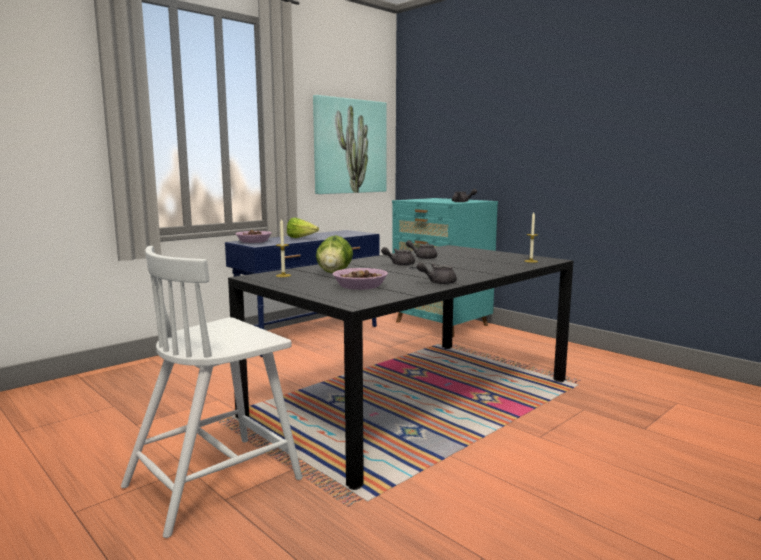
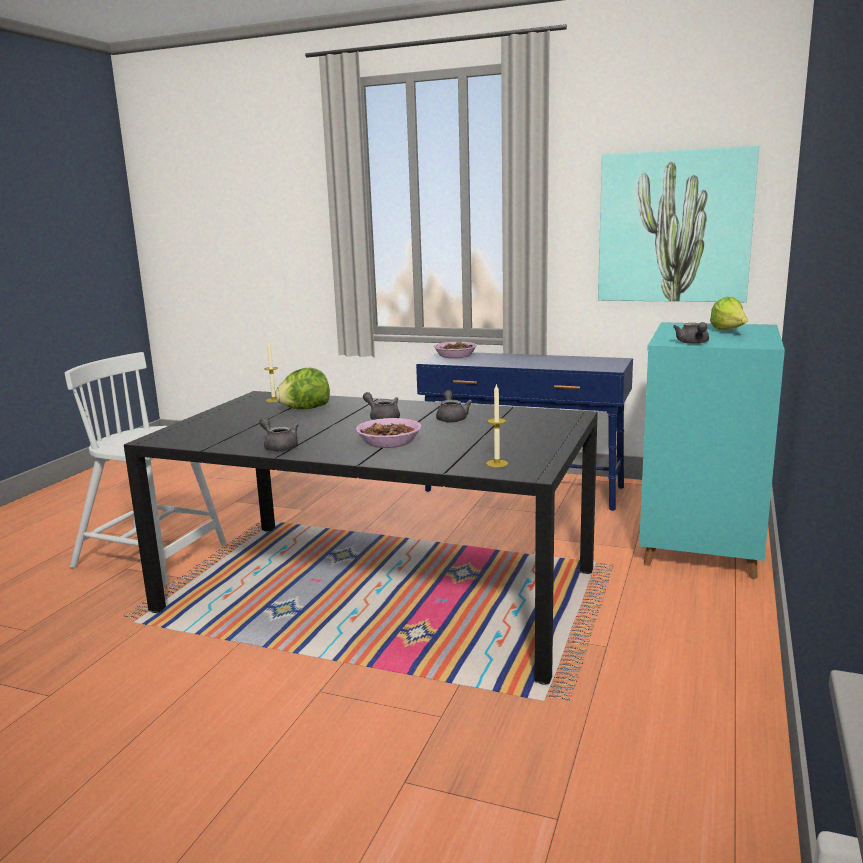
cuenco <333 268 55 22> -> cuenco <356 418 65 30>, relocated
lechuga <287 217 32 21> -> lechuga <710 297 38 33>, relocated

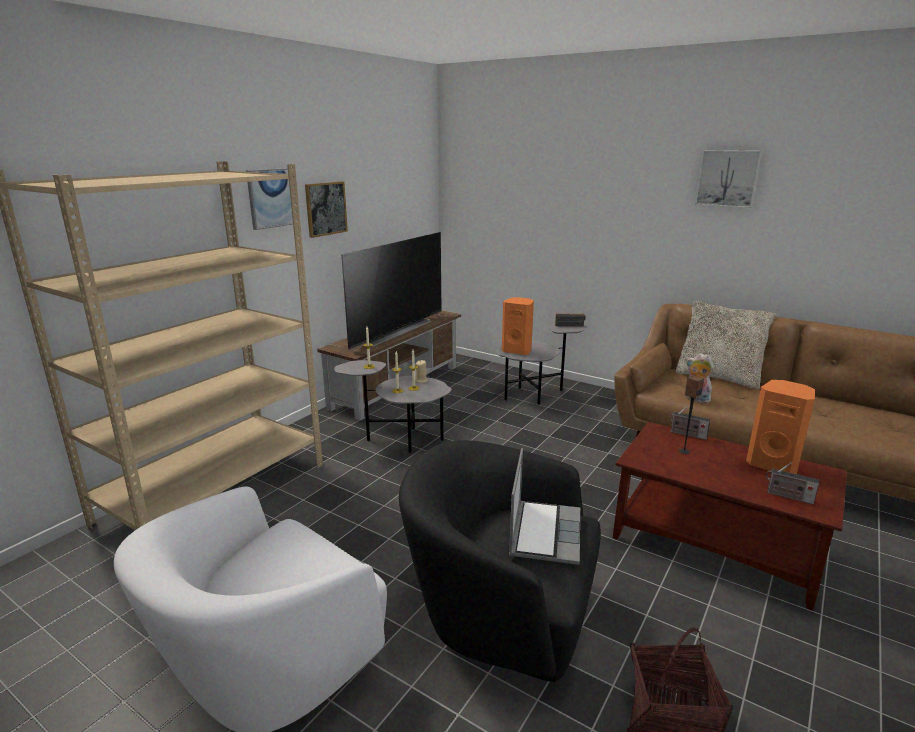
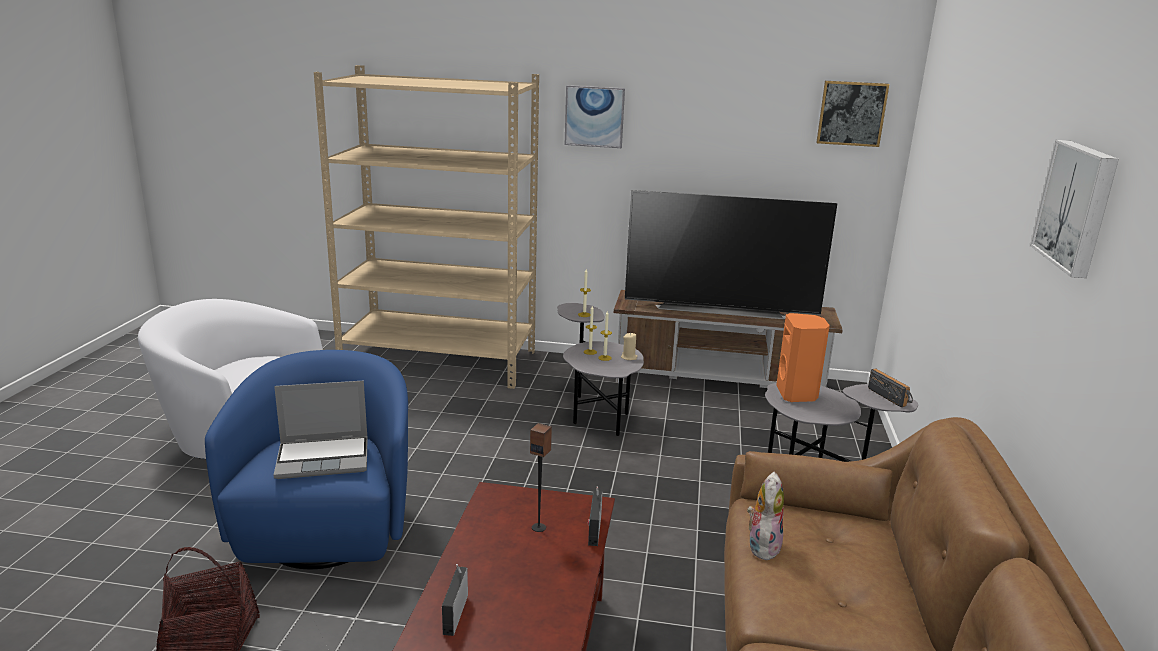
sillón (negro) <399 440 202 242> -> sillón (azul) <205 350 203 219>
cuadro <305 181 43 57> -> cuadro <816 81 73 66>, relocated
cojín (beis) <676 301 100 88> -> none
altavoz (naranja) <746 380 69 94> -> none

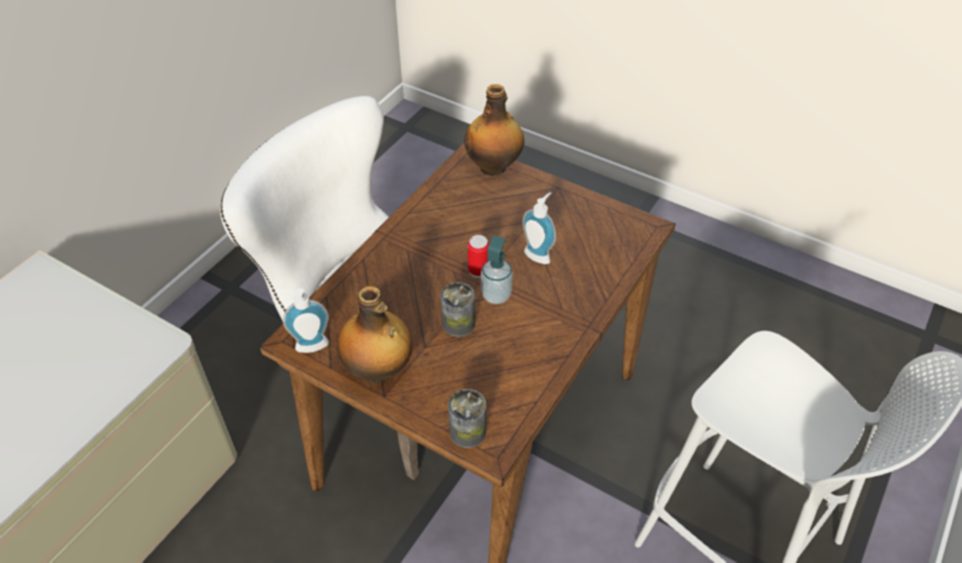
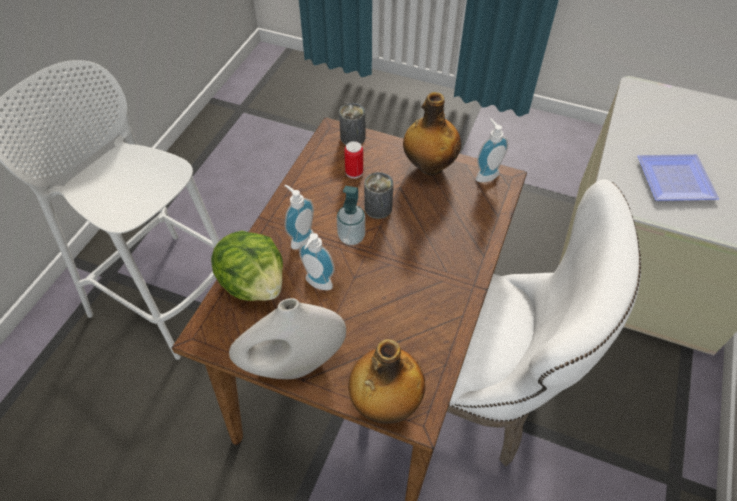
none -> lechuga <211 231 72 70>
none -> florero (blanco) <229 298 117 81>
none -> dispensador de jabón <284 185 30 65>
lata <468 235 21 43> -> lata <344 141 19 38>, relocated
none -> plato <638 154 81 47>

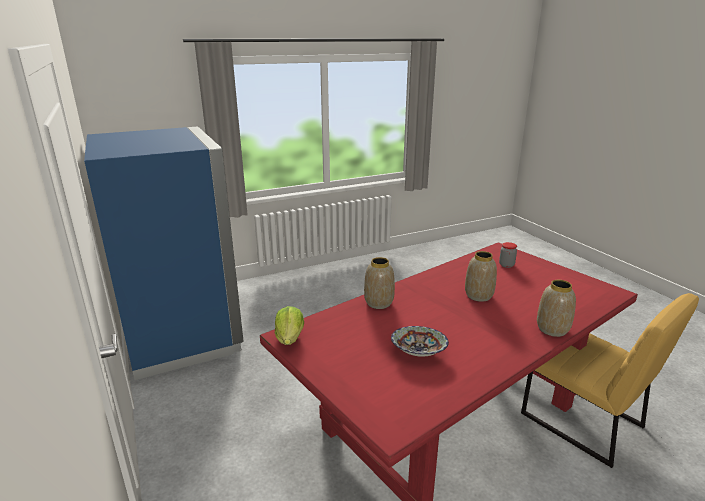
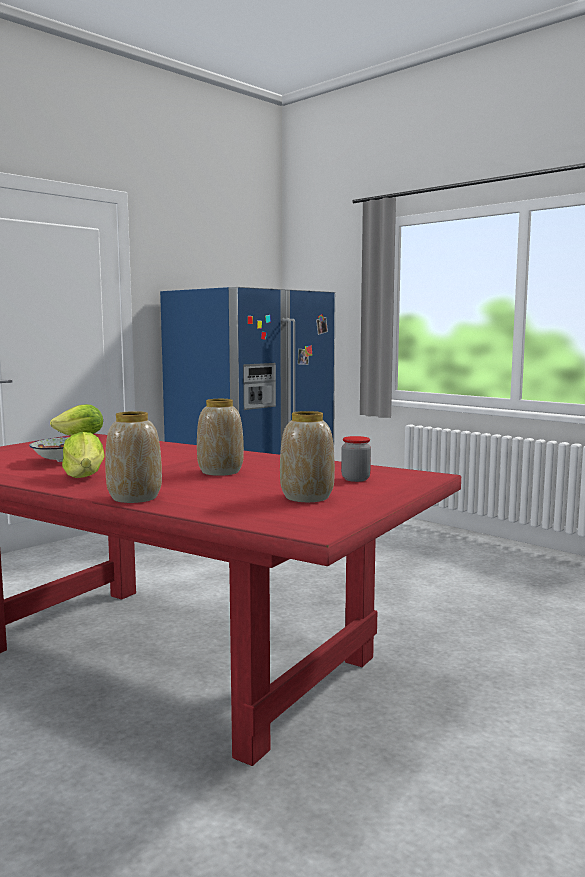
none -> lechuga <62 432 43 46>
florero <364 257 31 52> -> florero <280 411 55 91>, relocated
silla (amarillo) <521 293 178 175> -> none

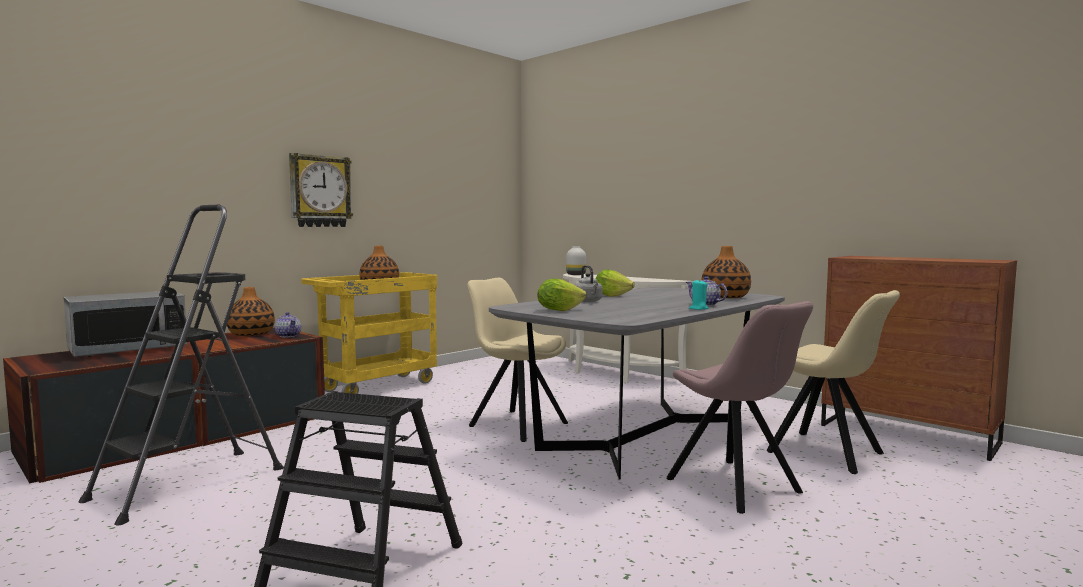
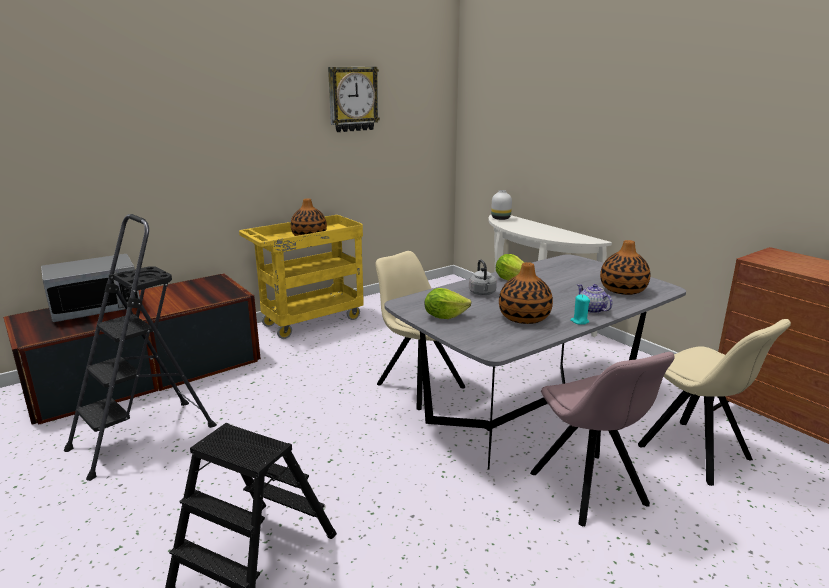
reloj de pared <289 153 64 74> -> reloj de pared <328 67 52 65>, relocated
florero <227 287 48 49> -> florero <499 262 54 62>, relocated
tetera <275 312 26 25> -> none

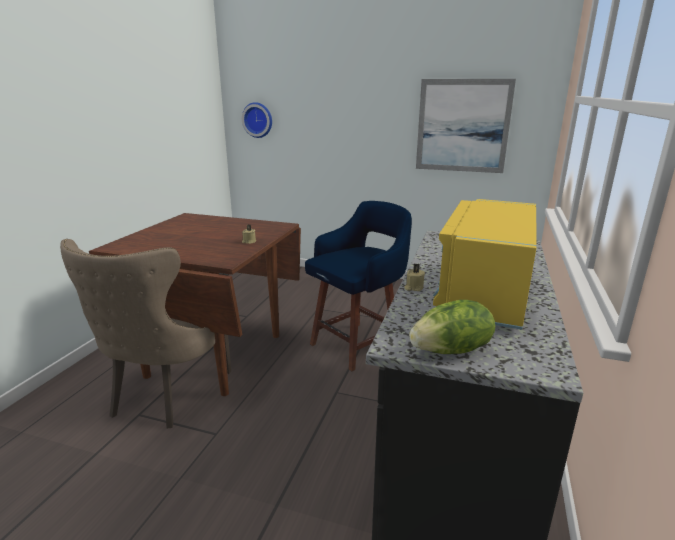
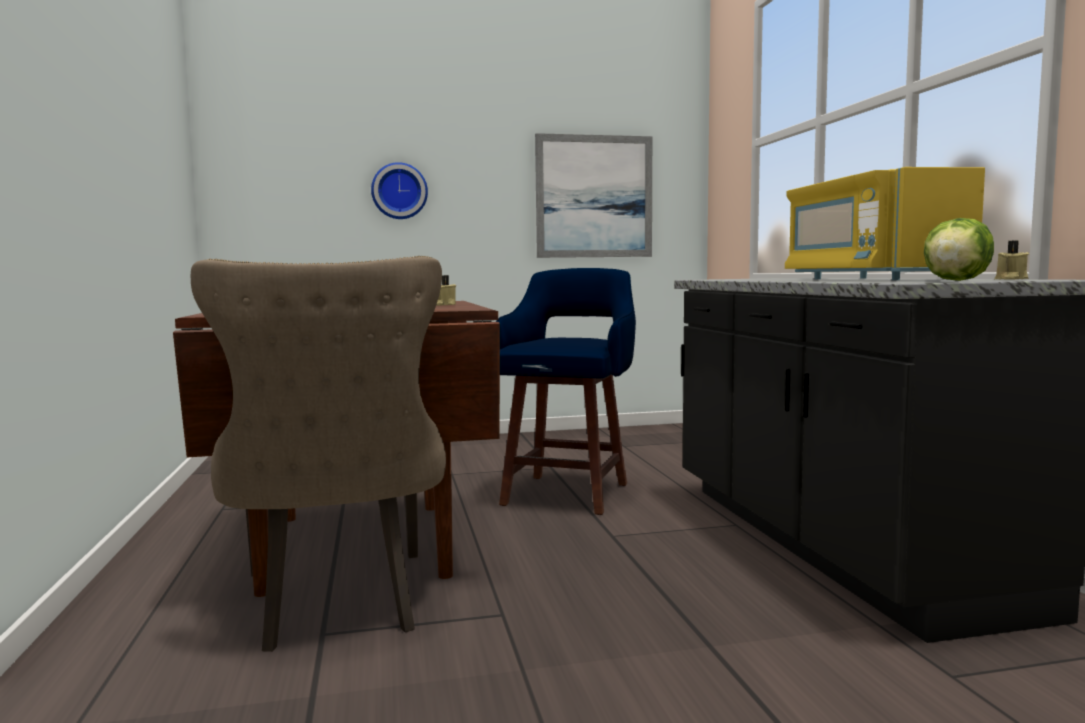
reloj de pared <242 102 30 36> -> reloj de pared <371 162 57 57>, relocated
vela (beis) <404 264 21 27> -> vela (beis) <994 240 35 40>, relocated

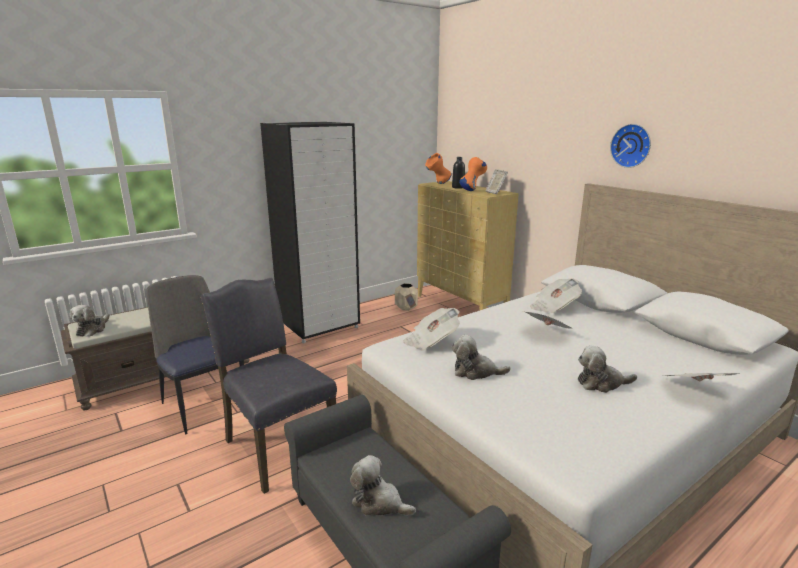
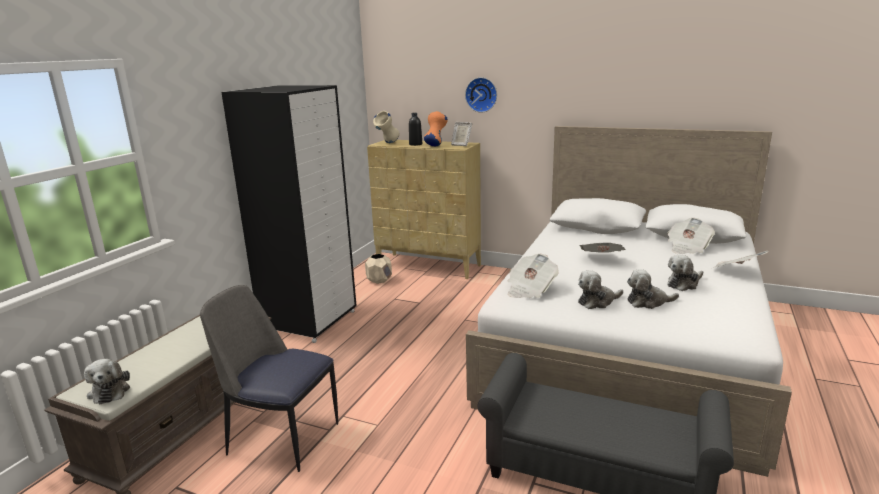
florero (naranja) <425 153 26 31> -> florero (beis) <373 111 27 32>
reloj de pared <610 124 41 44> -> reloj de pared <465 77 32 36>, relocated
peluche <350 455 66 61> -> peluche <627 269 52 40>, relocated
periódico <530 278 52 35> -> periódico <667 218 48 36>, relocated
silla (gris) <201 278 136 216> -> none

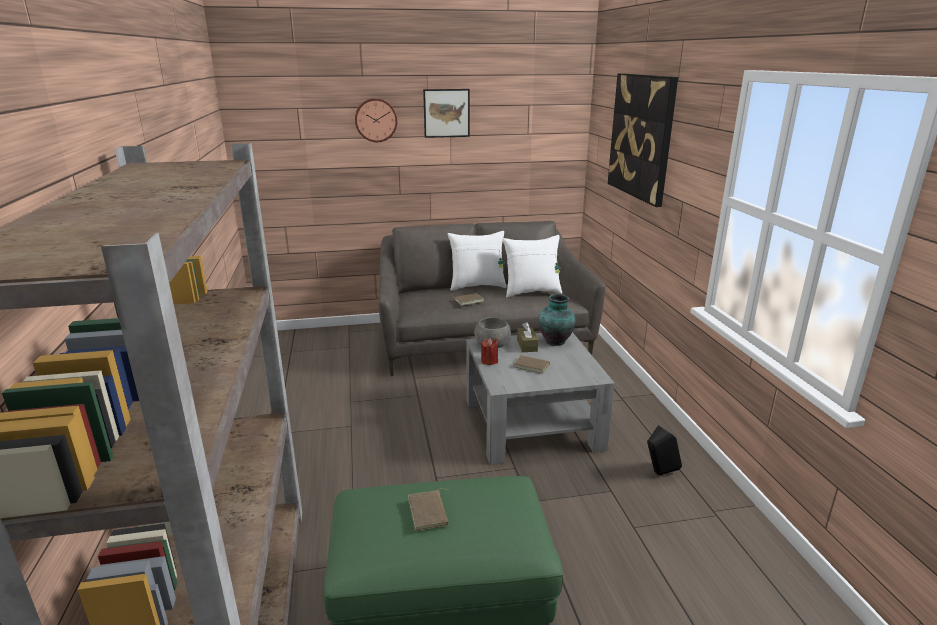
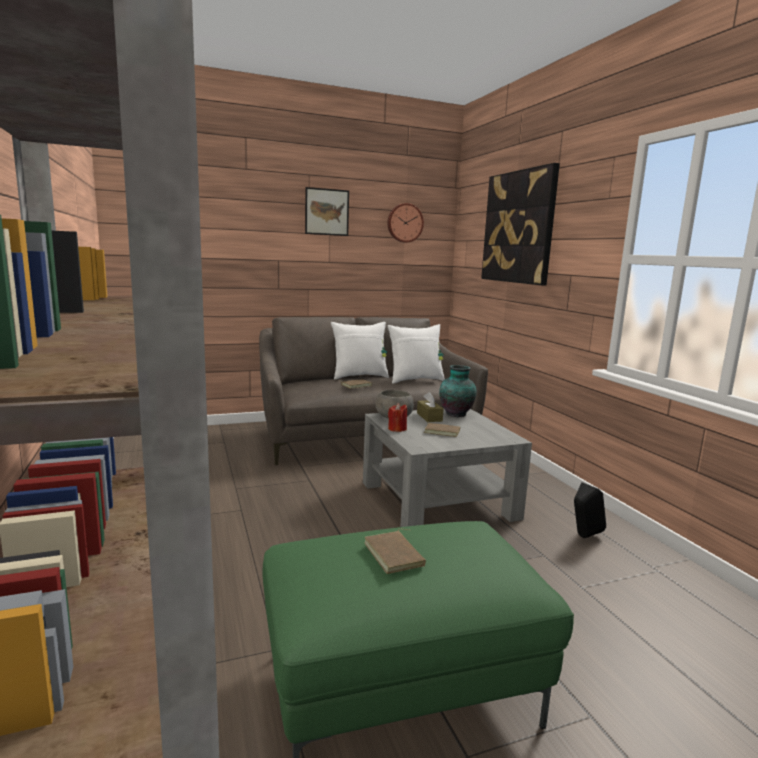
reloj de pared <355 98 42 44> -> reloj de pared <387 203 37 39>, relocated

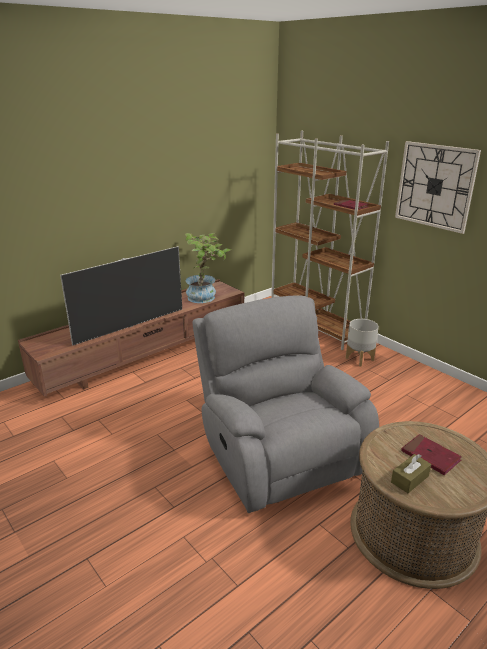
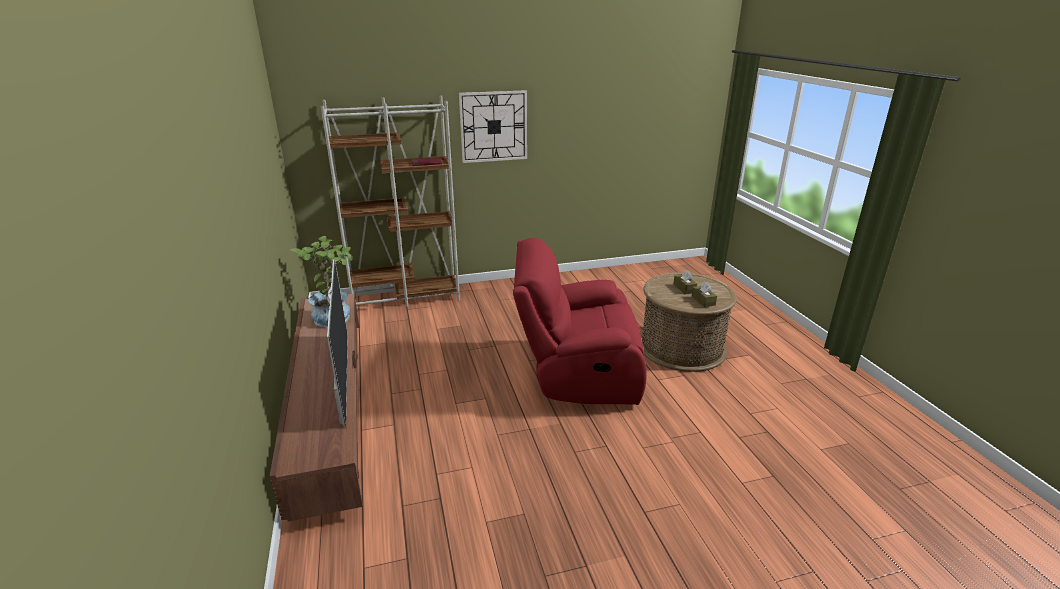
sillón (gris) <192 295 187 218> -> sillón (rojo) <513 238 134 167>
libro (rojo) <401 434 61 41> -> caja de pañuelos (marrón) <673 270 24 24>
maceta (gris) <346 319 33 47> -> none

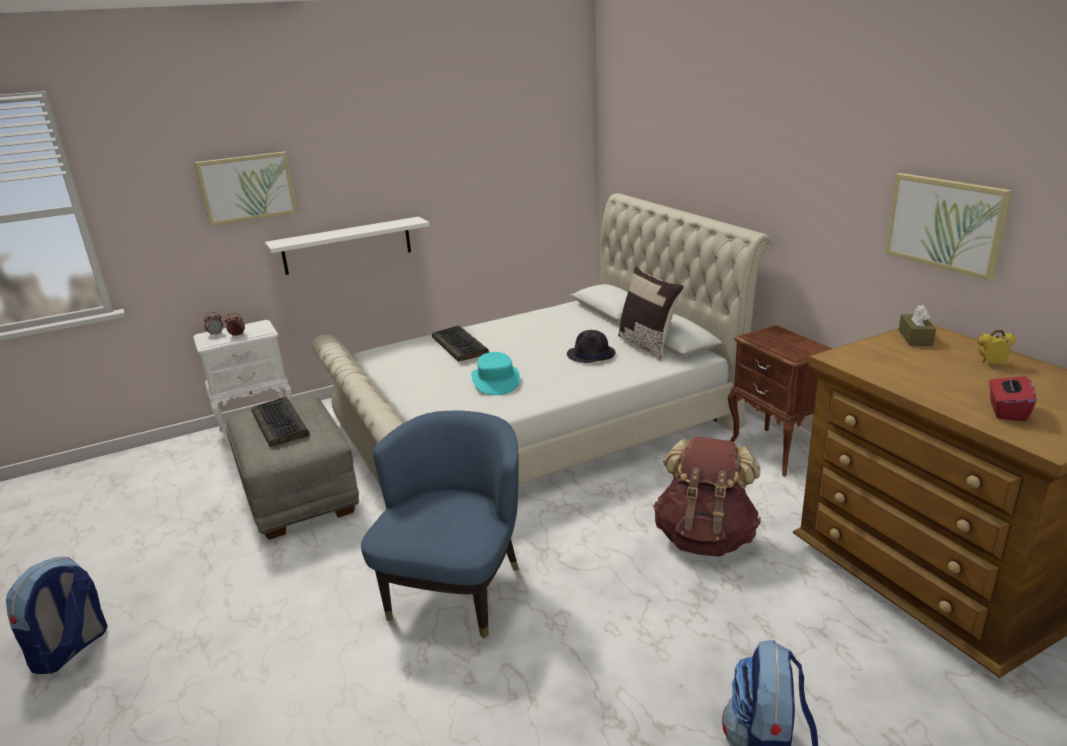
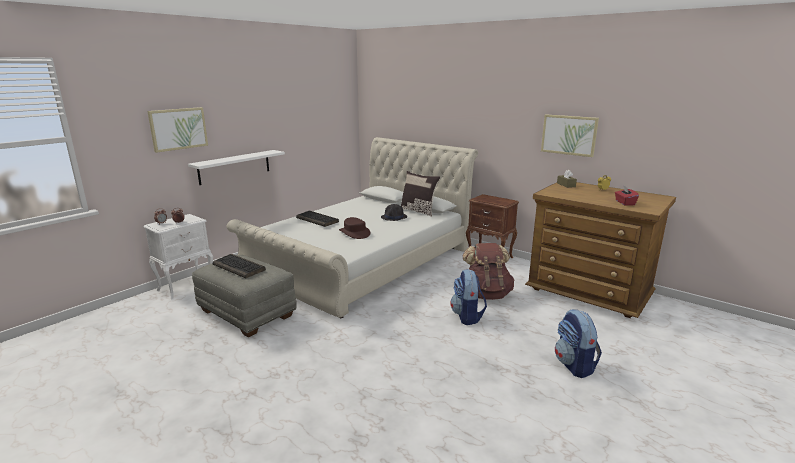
sombrero (turquesa) <471 352 49 43> -> sombrero (marrón) <339 217 32 22>
mochila <6 557 102 117> -> mochila <450 269 37 56>, relocated
sillón (azul) <361 410 158 228> -> none

